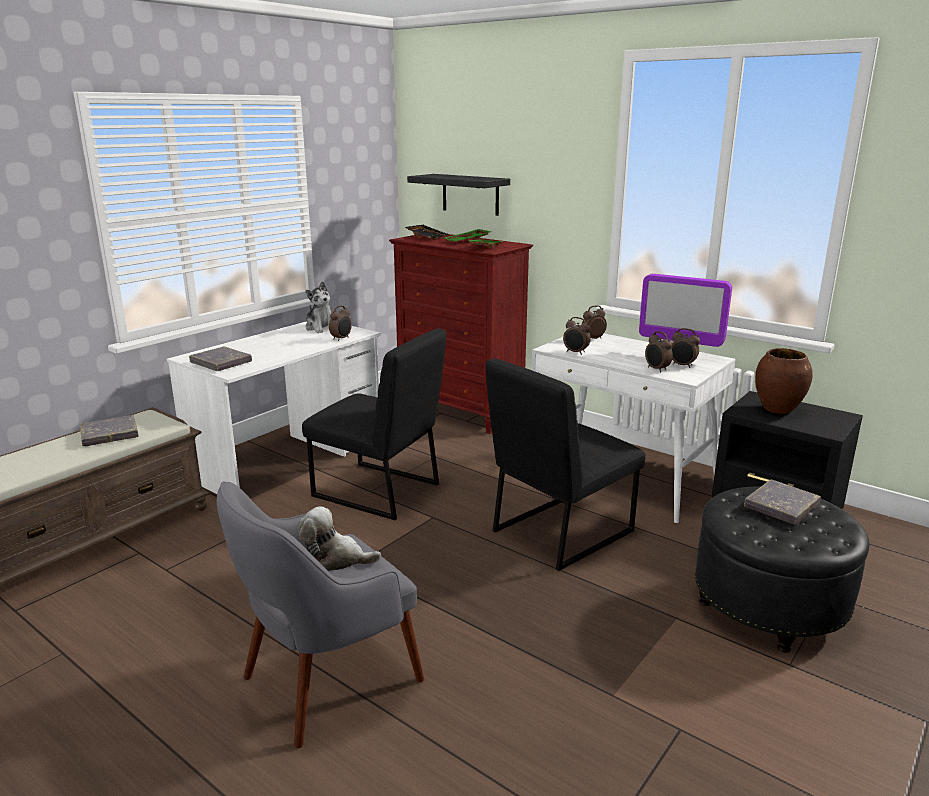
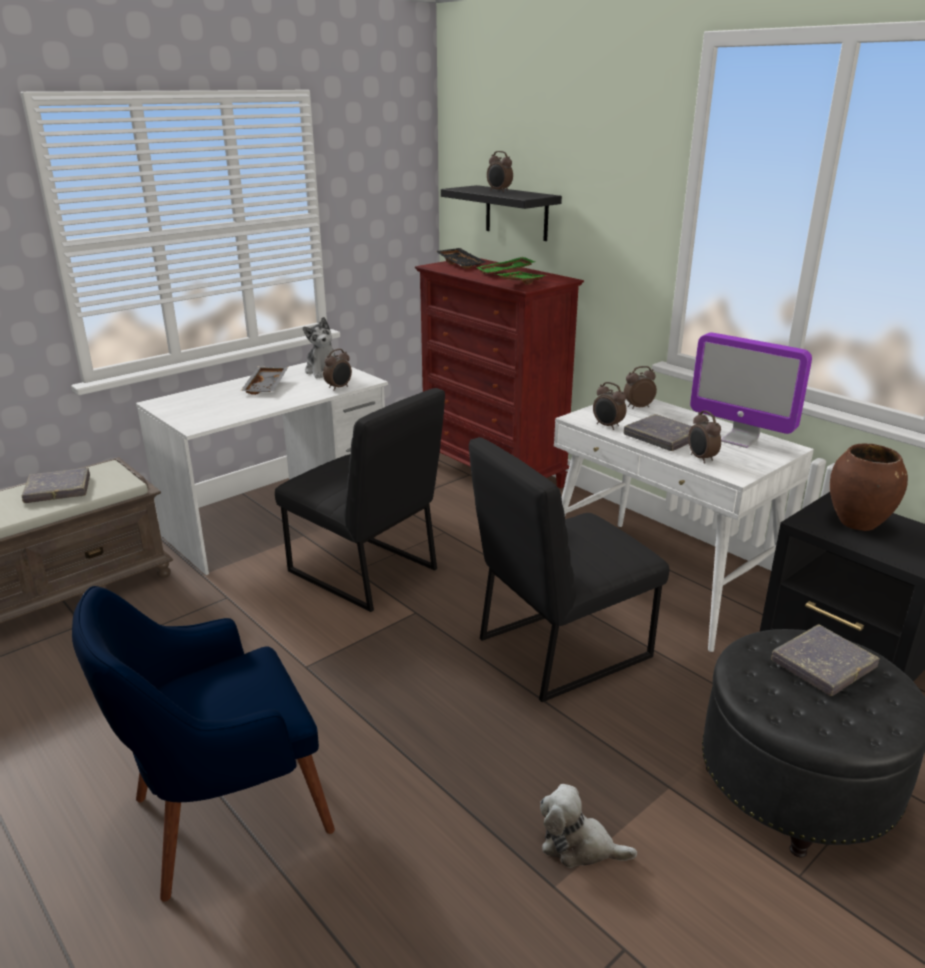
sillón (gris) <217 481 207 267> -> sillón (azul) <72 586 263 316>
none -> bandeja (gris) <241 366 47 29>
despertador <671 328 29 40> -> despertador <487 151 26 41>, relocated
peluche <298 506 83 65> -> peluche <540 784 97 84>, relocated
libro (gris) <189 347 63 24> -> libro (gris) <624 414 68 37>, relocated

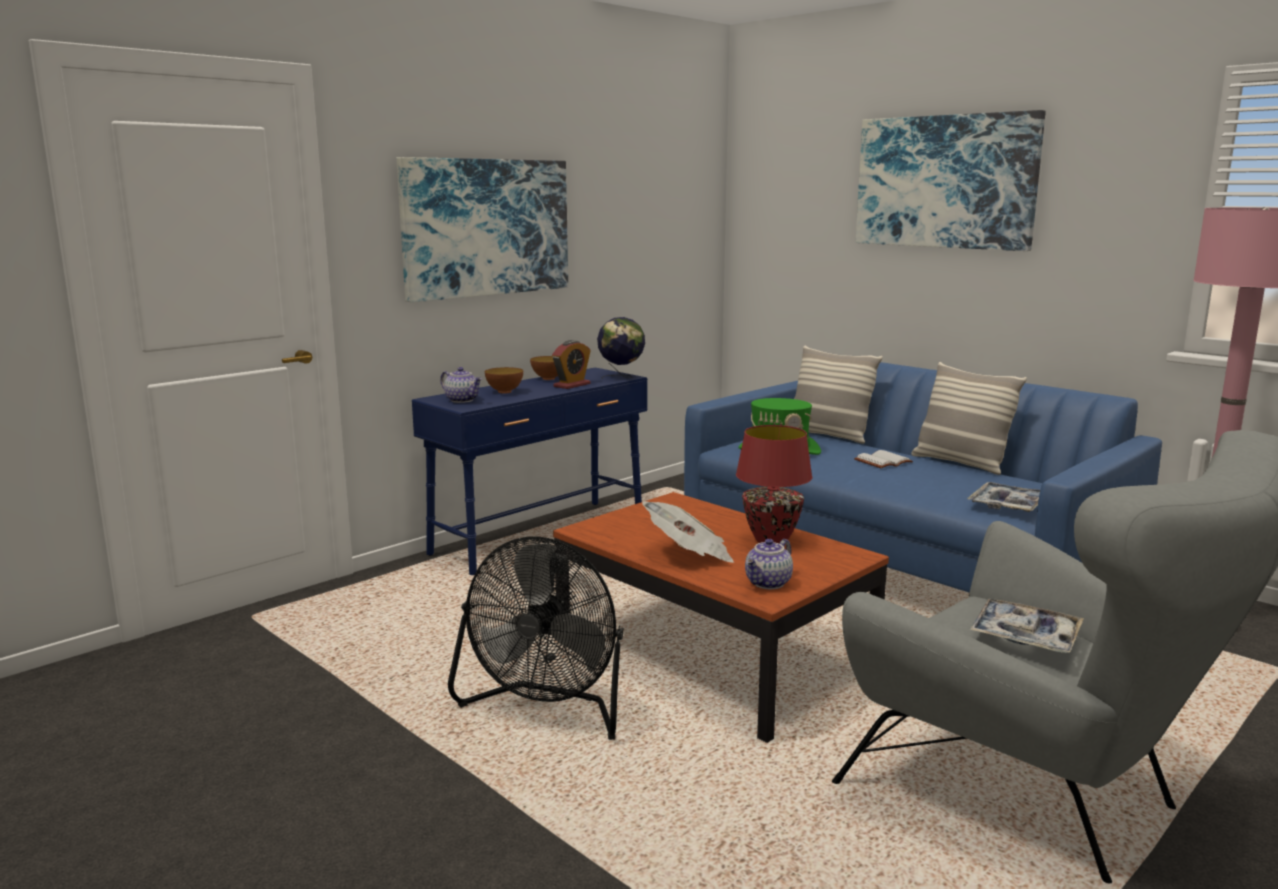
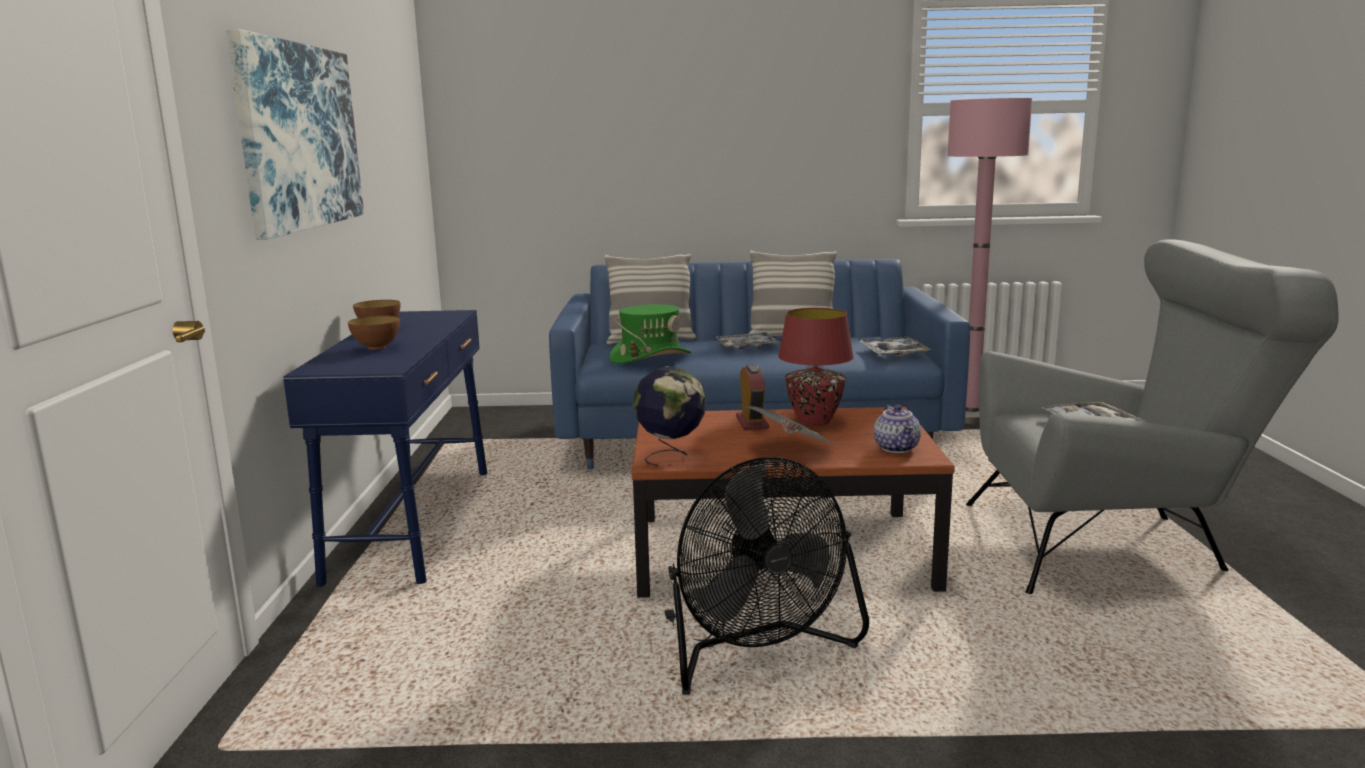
globo terráqueo <597 317 48 62> -> globo terráqueo <633 366 73 100>, relocated
libro (blanco) <854 450 59 18> -> bandeja <715 332 65 17>
despertador <552 340 39 49> -> despertador <736 364 33 66>, relocated
tetera <440 367 42 36> -> none
cuadro <856 110 190 141> -> none

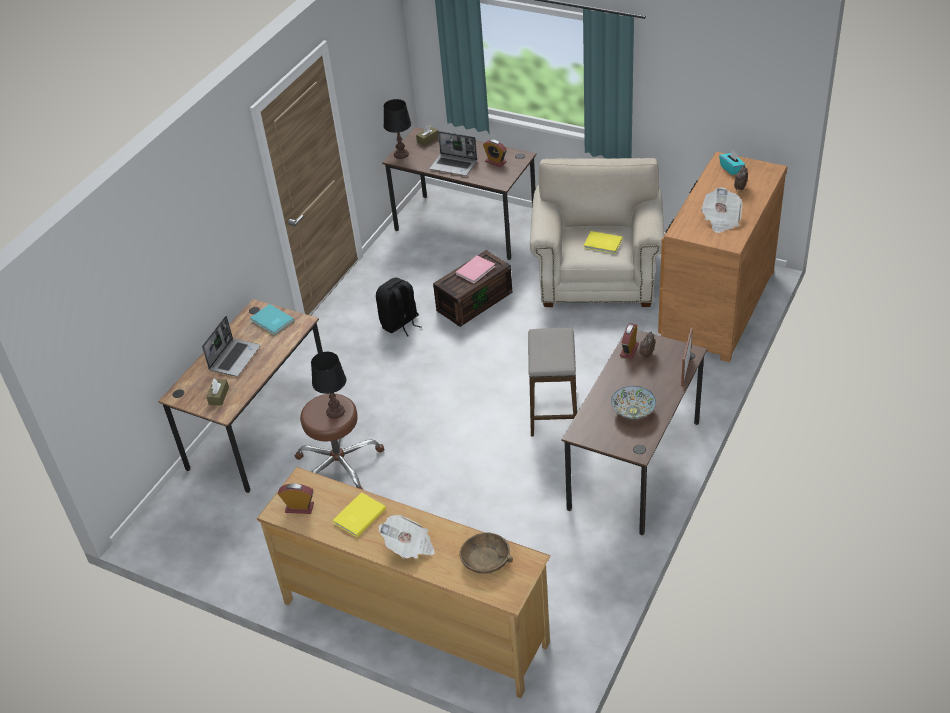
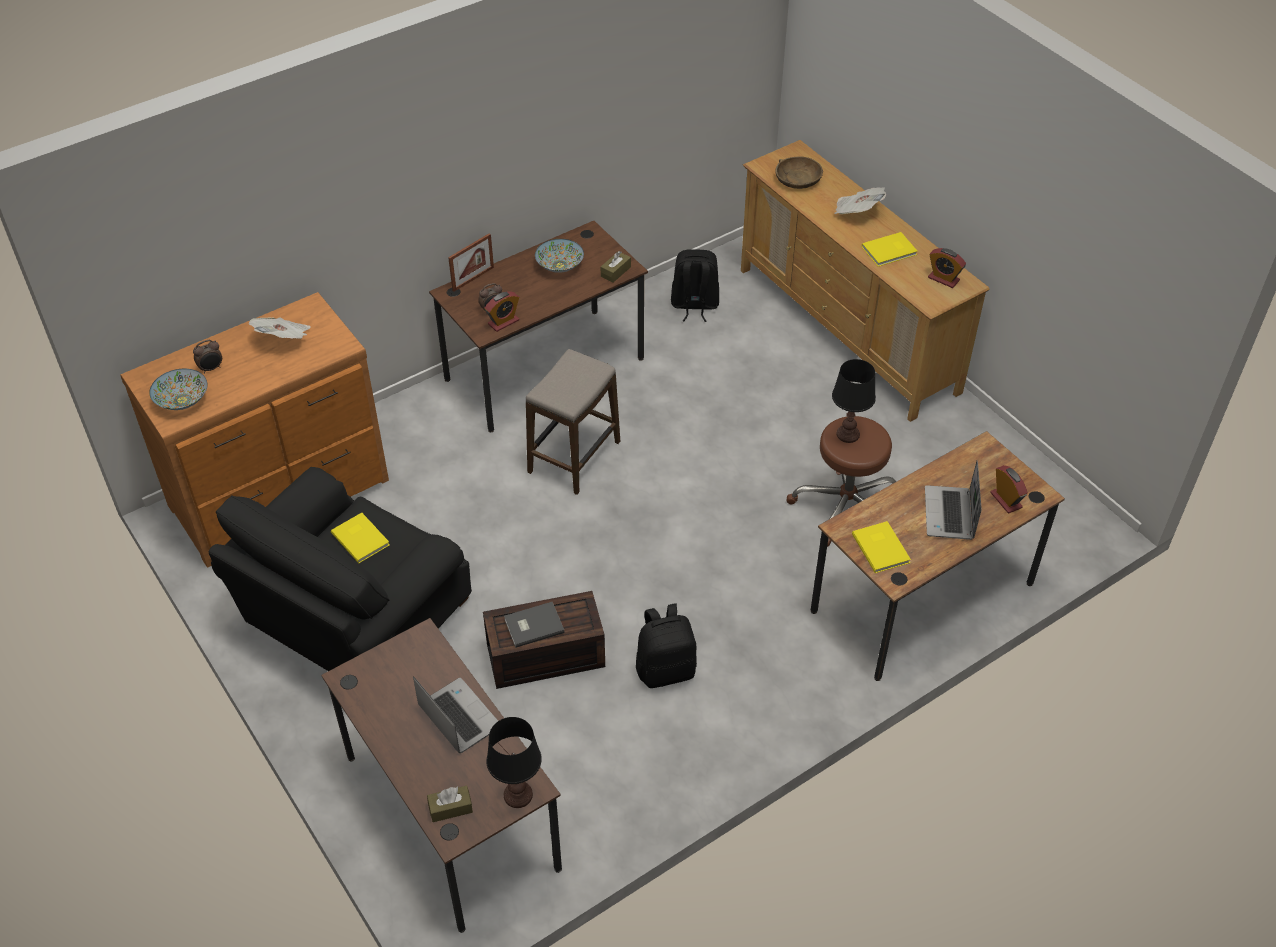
caja de pañuelos (turquesa) <719 150 26 25> -> cuenco <149 369 58 41>
sillón (beis) <530 158 134 149> -> sillón (negro) <209 467 263 204>
libro (rosa) <456 255 39 28> -> libro (gris) <504 602 61 46>
caja de pañuelos (marrón) <207 379 22 27> -> caja de pañuelos (marrón) <601 251 30 32>, relocated
none -> mochila (negro) <671 249 48 73>
libro (turquesa) <250 304 44 31> -> libro (amarillo) <852 521 59 52>
portátil <202 316 59 61> -> portátil <925 460 56 80>, 45 degrees counterclockwise
despertador <483 140 24 27> -> despertador <990 465 38 48>, relocated

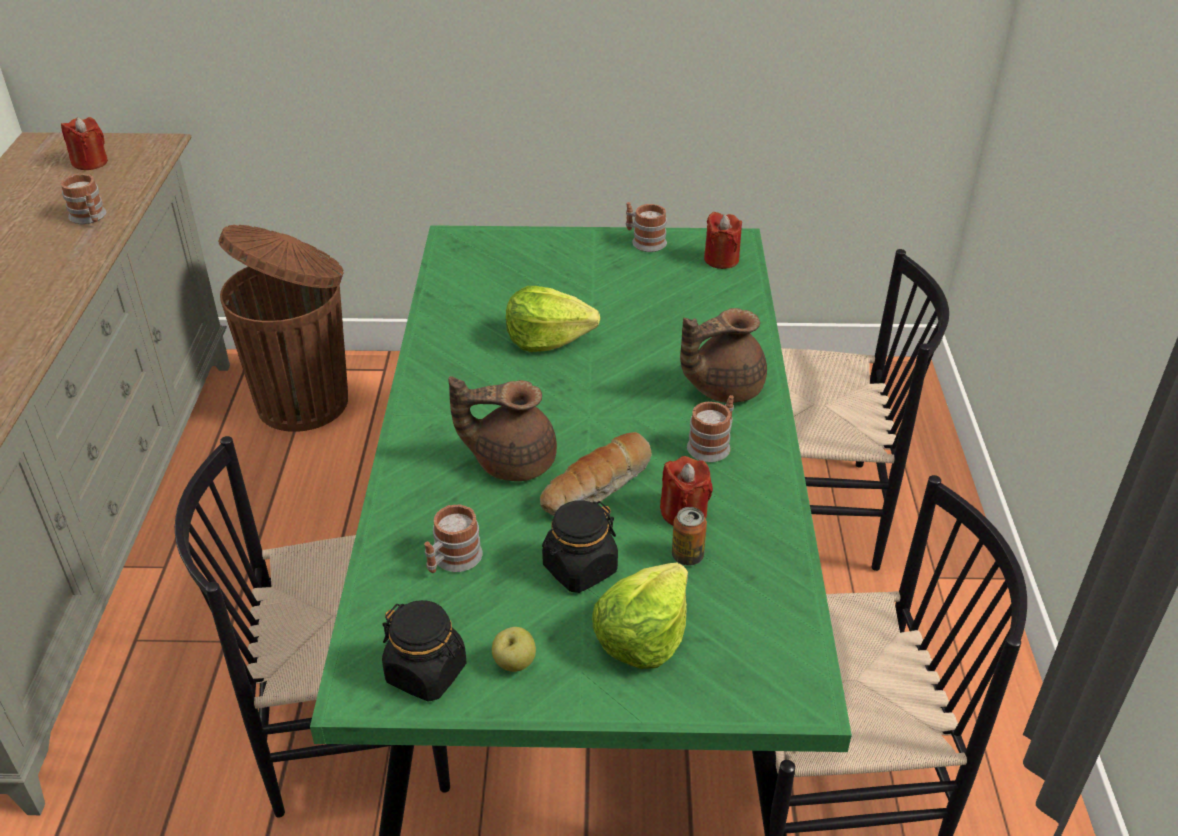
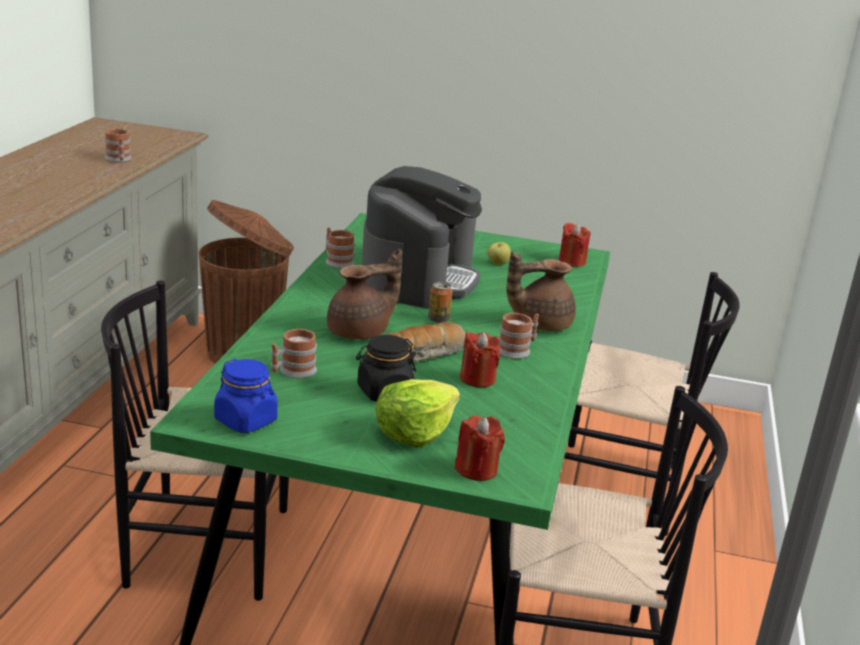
tarro (negro) <382 600 85 102> -> tarro (azul) <214 359 64 74>
taza grande <626 202 41 50> -> taza grande <325 227 30 42>, relocated
tetera (marrón) <448 376 109 105> -> tetera (marrón) <327 249 75 91>, 135 degrees clockwise
lechuga <506 286 94 66> -> cafetera <362 166 120 143>
lata <672 507 35 59> -> lata <428 282 25 41>, relocated
vela (rojo) <61 117 47 53> -> vela (rojo) <455 415 50 66>, relocated
manzana <492 627 44 45> -> manzana <487 242 24 23>, relocated

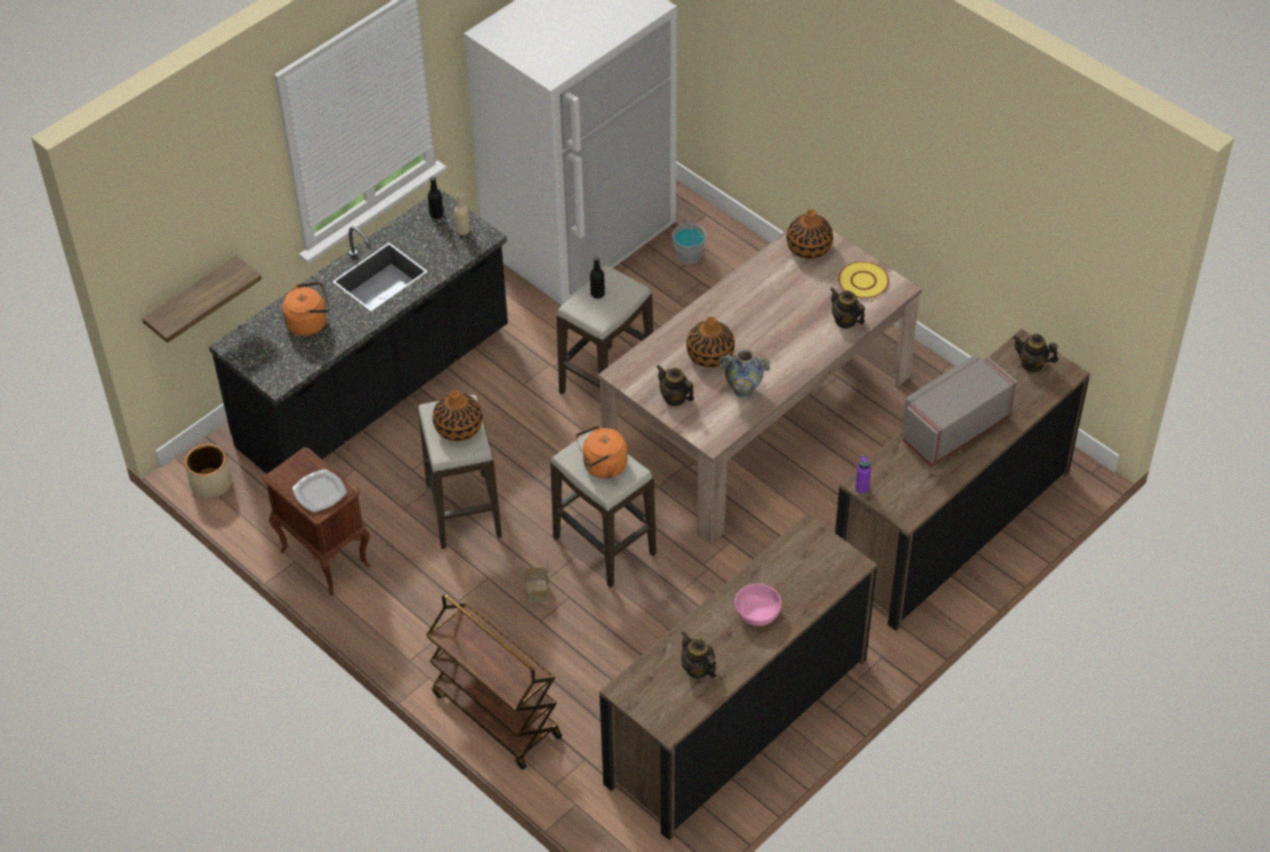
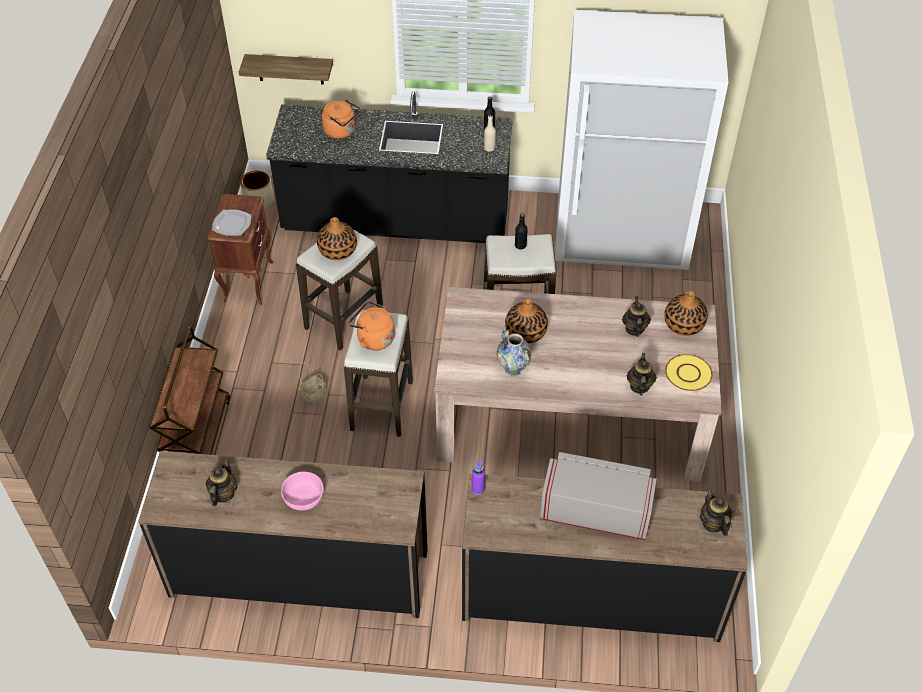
tetera <657 365 37 41> -> tetera <622 296 29 41>, relocated
cubo (gris) <672 217 35 47> -> none

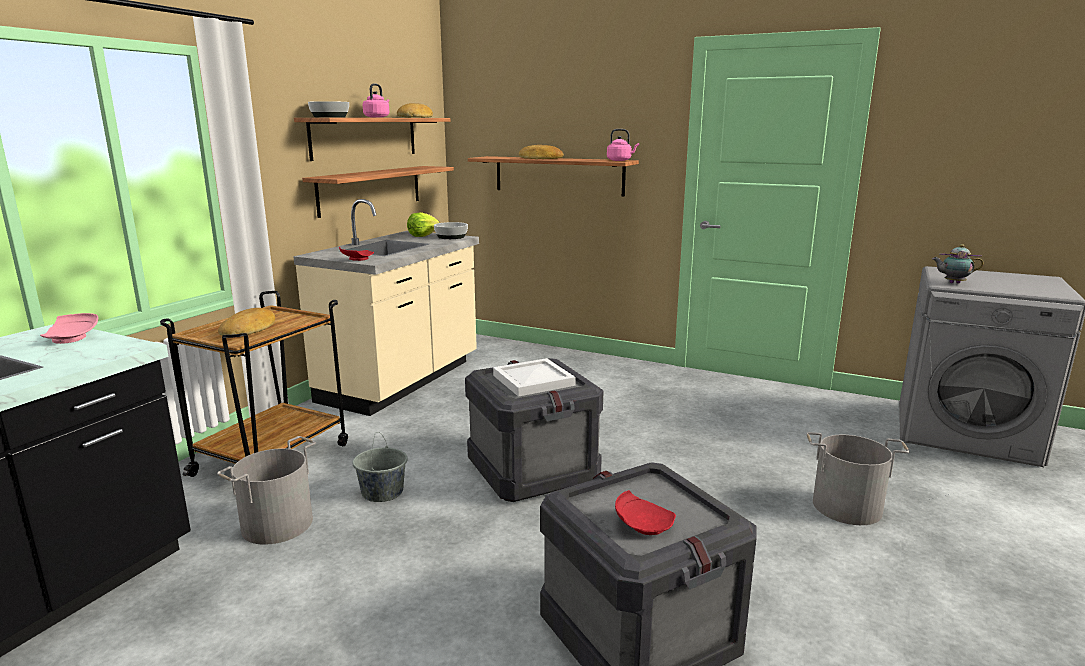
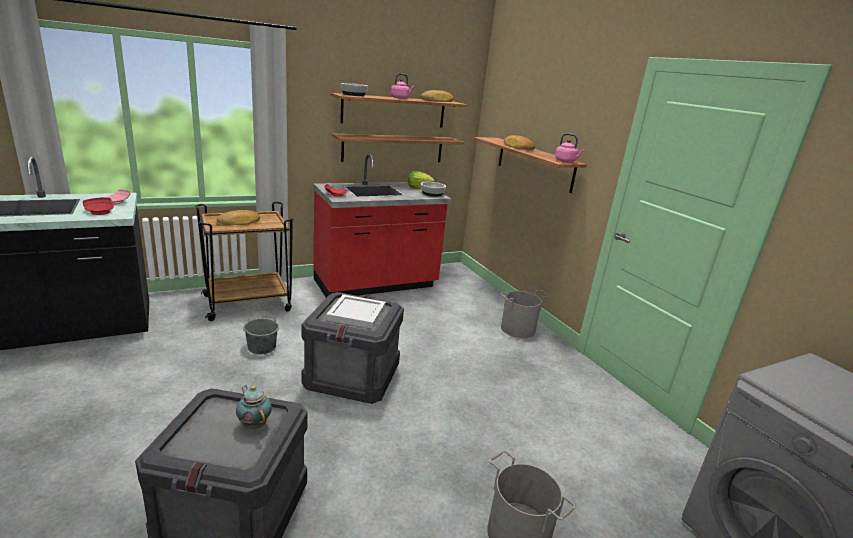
plato (rojo) <615 490 61 45> -> plato (rojo) <83 198 31 17>, relocated
tetera <932 244 52 40> -> tetera <236 385 36 44>, relocated
mueble bajo de cocina (beis) <293 199 186 217> -> mueble bajo de cocina (rojo) <313 154 138 144>
cubo (gris) <217 436 99 109> -> cubo (gris) <500 290 49 48>, relocated

